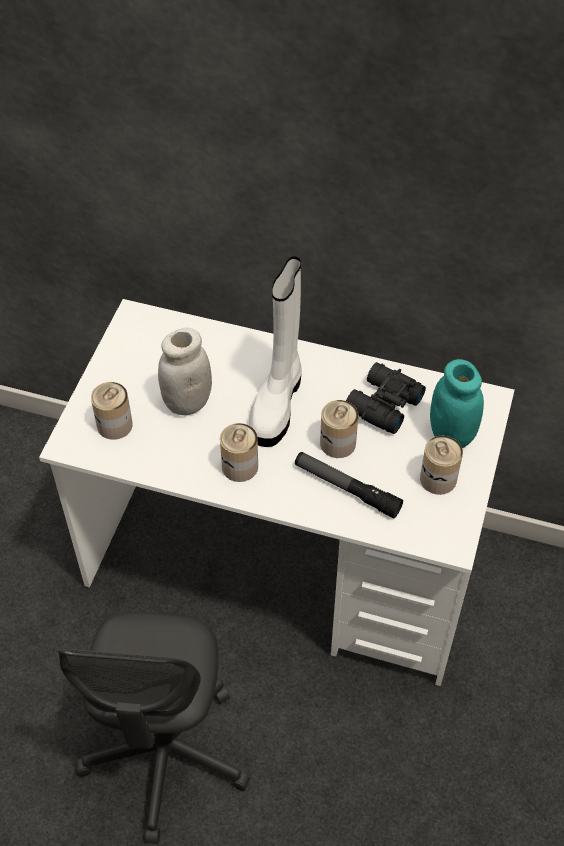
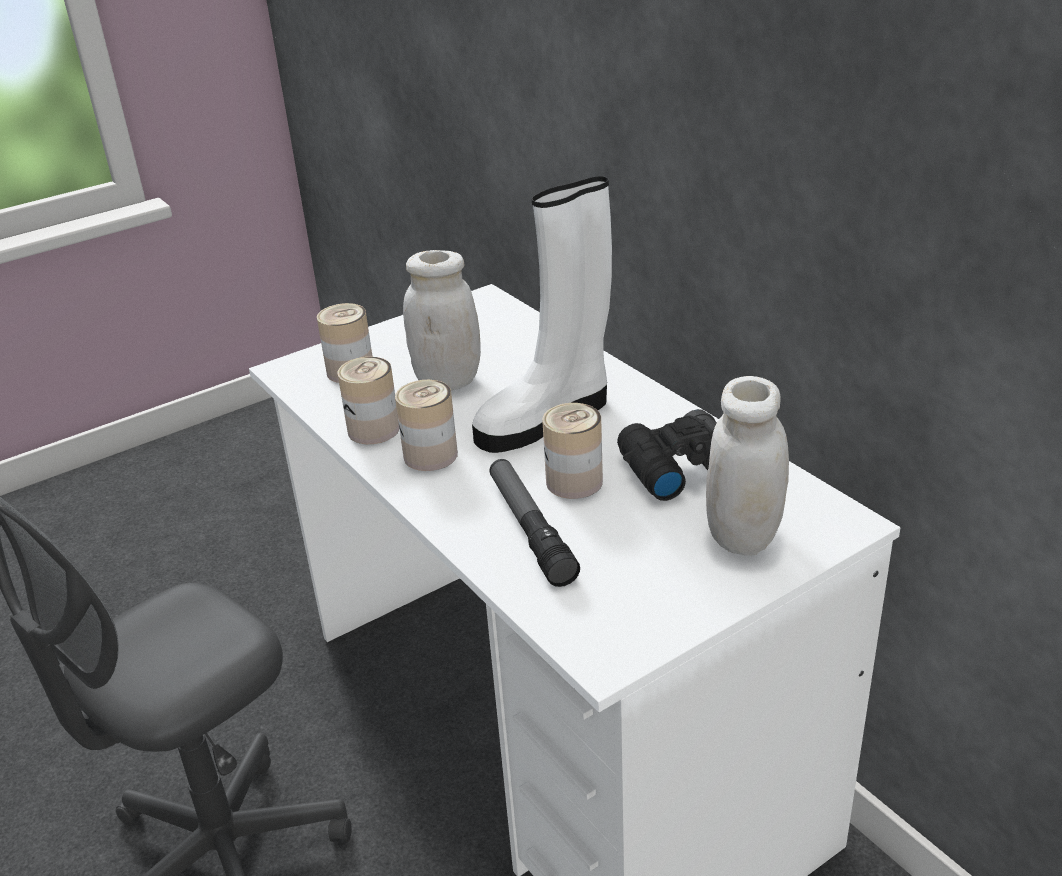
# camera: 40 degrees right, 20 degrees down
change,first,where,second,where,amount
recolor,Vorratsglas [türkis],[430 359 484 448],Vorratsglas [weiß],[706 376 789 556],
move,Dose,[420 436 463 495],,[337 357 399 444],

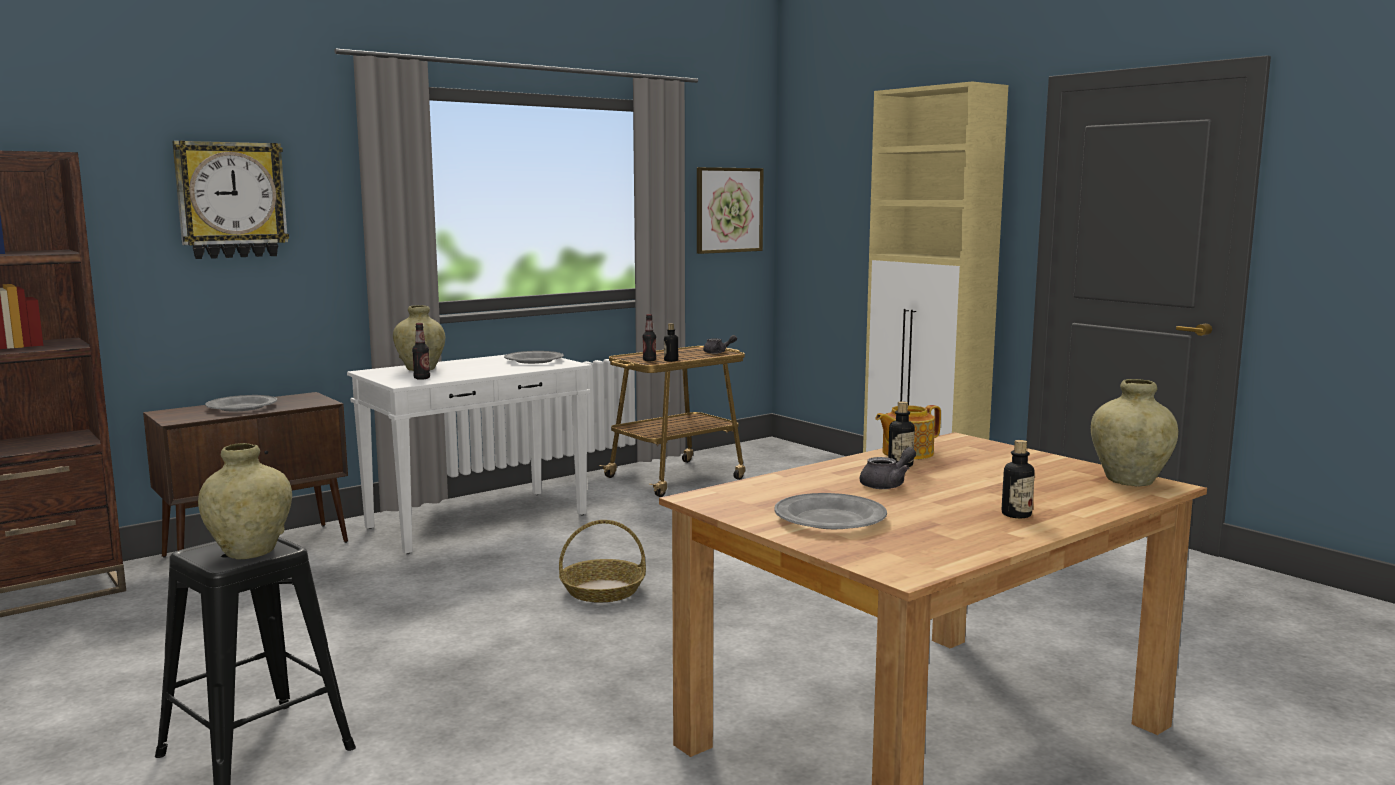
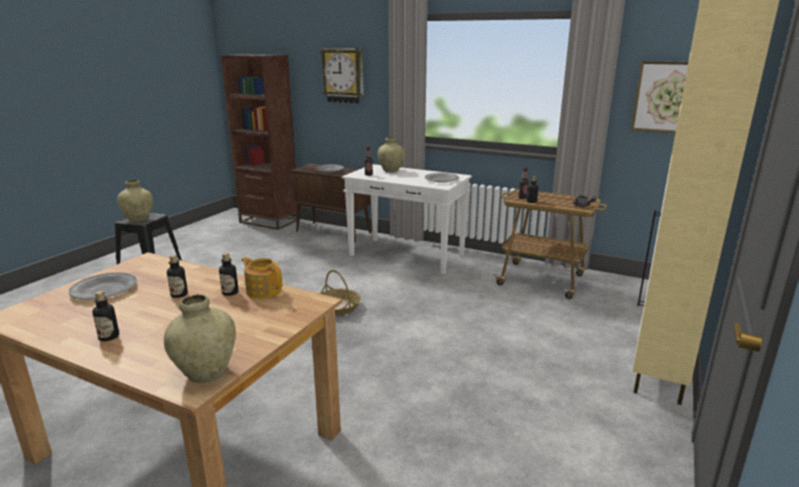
# camera: 65 degrees right, 10 degrees up
change,first,where,second,where,amount
replace,Teekanne [grau],[860 447 916 489],Flasche,[167 254 188 298],

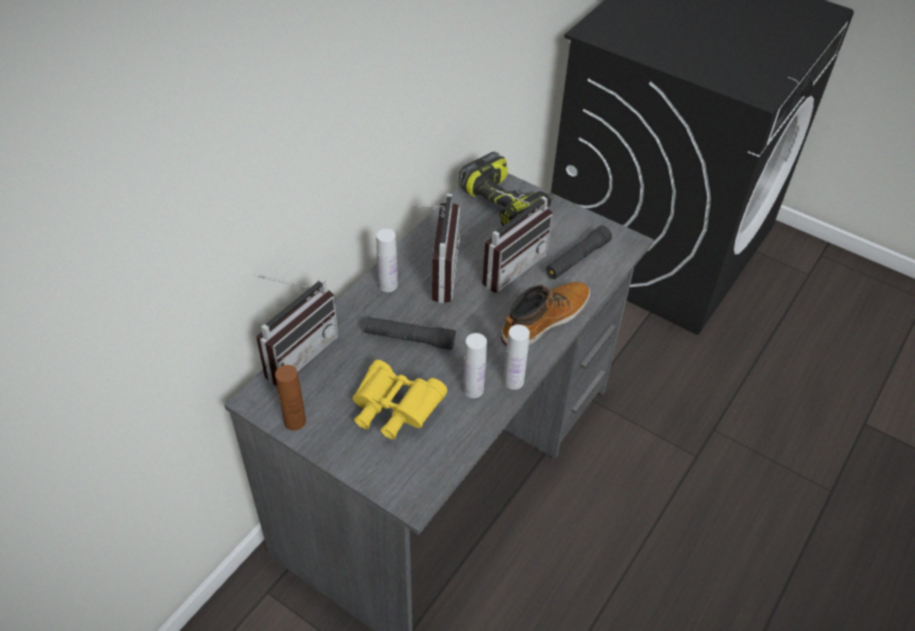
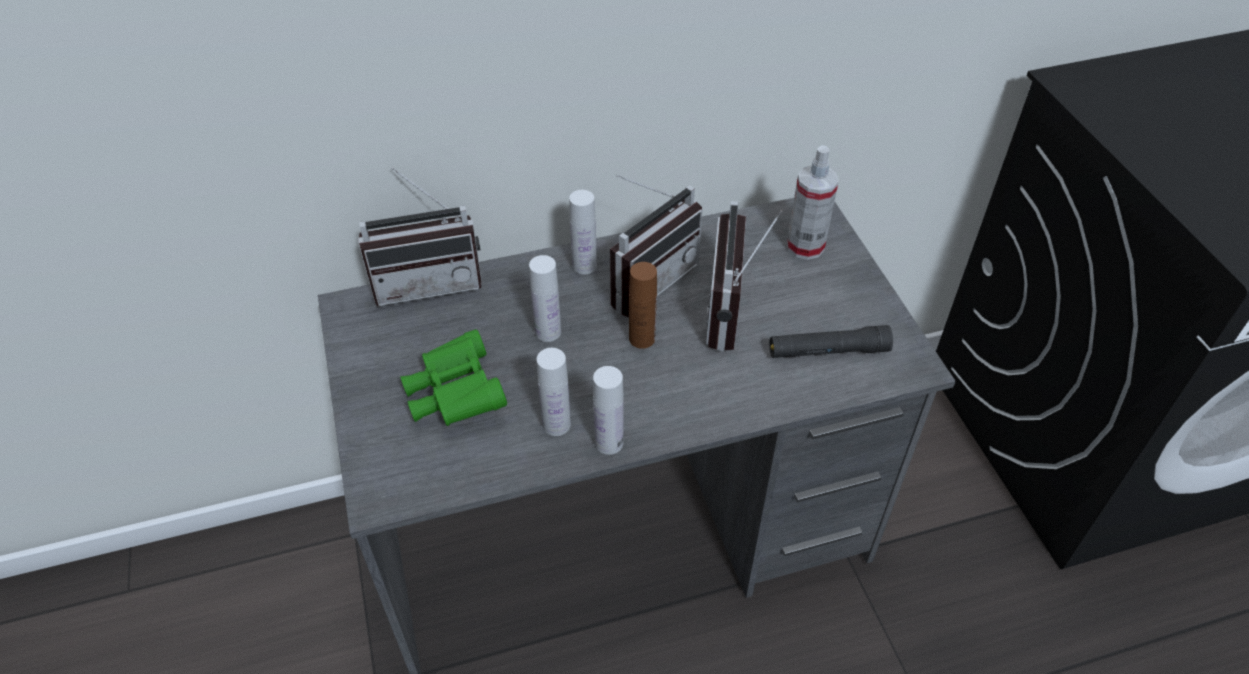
# camera: 40 degrees right, 0 degrees up
change,first,where,second,where,amount
replace,Bohrmaschine,[459 152 553 226],Sprühflasche,[787 145 839 260],
rotate,Radio,[482 188 552 293],,[706 201 783 351],105 degrees clockwise
delete,Stiefel,[501 282 590 346],,,
replace,Taschenlampe [schwarz],[364 317 456 350],Flasche [weiß],[529 255 561 342],
recolor,Fernglas [gelb],[352 360 447 439],Fernglas [grün],[400 329 507 426],
move,Flasche [braun],[275 365 306 431],,[629 262 657 349],

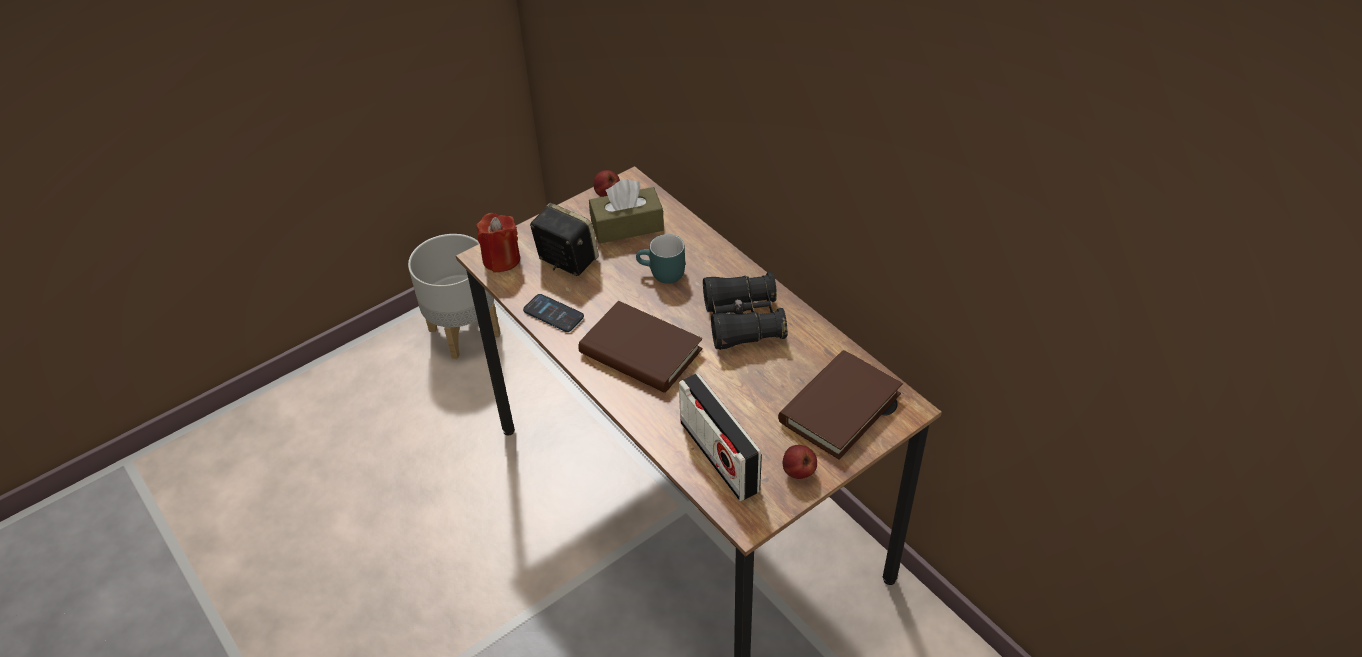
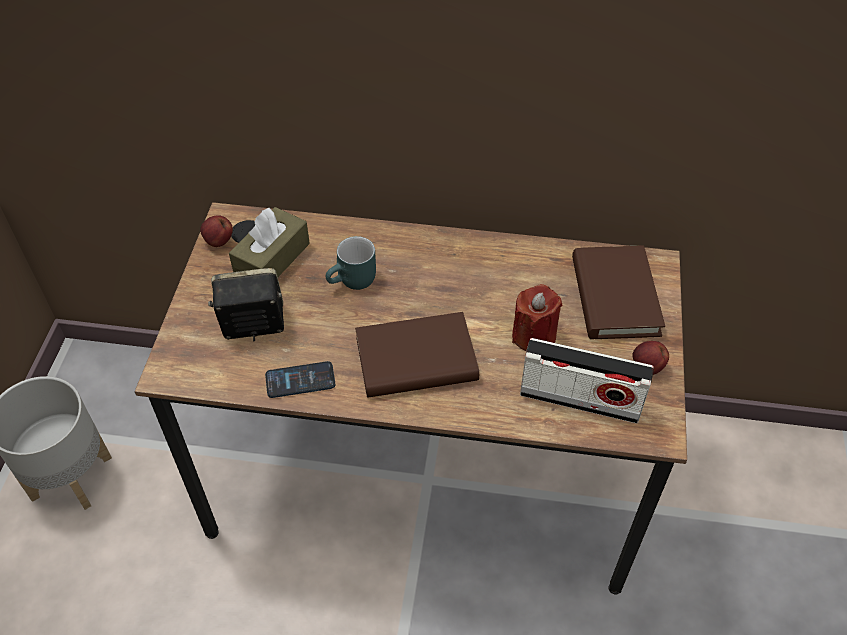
# camera: 45 degrees left, 5 degrees up
change,first,where,second,where,amount
move,Kerze [rot],[477 213 520 273],,[512 284 562 351],
delete,Fernglas [schwarz],[703 272 787 350],,,

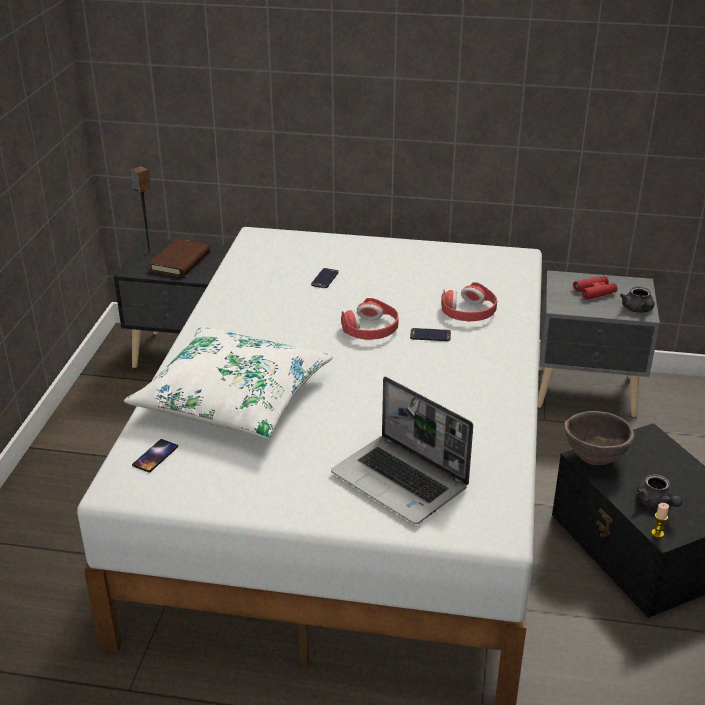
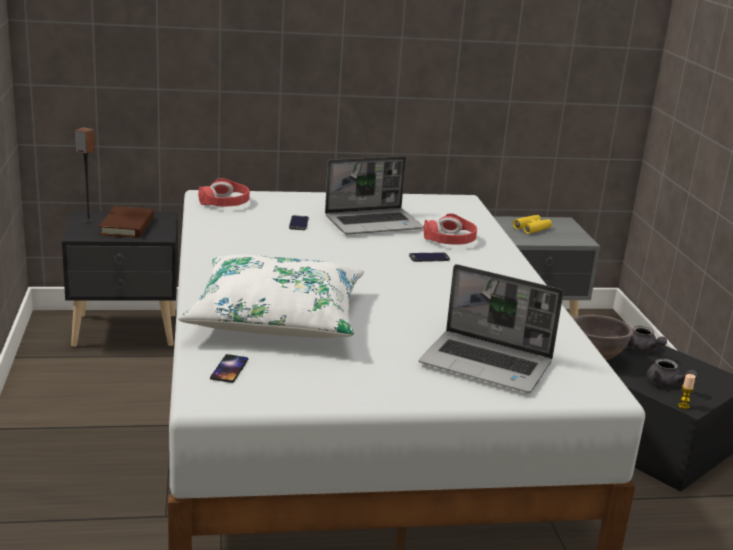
# camera: 20 degrees left, 10 degrees down
change,first,where,second,where,amount
recolor,Fernglas [rot],[573 276 618 300],Fernglas [gelb],[513 215 552 234],
move,Teekanne [grau],[620 287 655 313],,[627 326 667 352],
move,Kopfhörer [rot],[341 298 399 340],,[198 178 250 207],
insert,,,Laptop,[325 156 424 234],

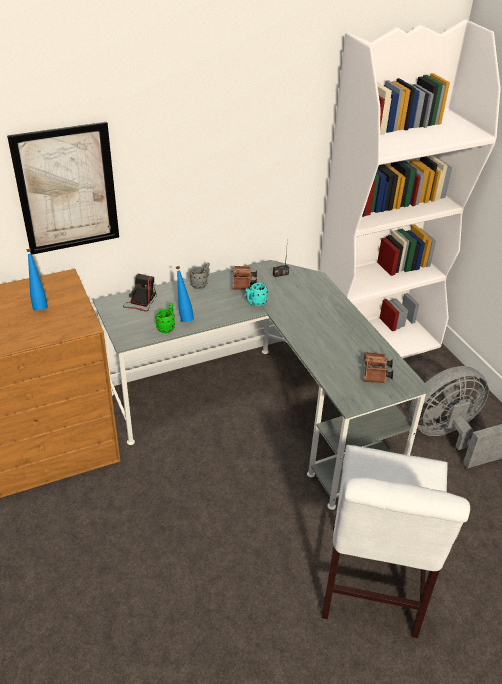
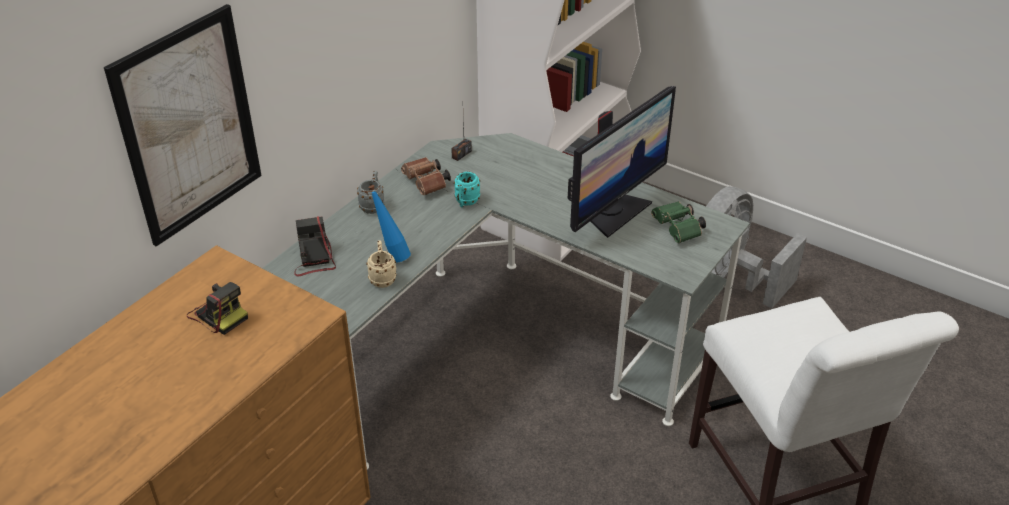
# camera: 30 degrees left, 0 degrees up
change,first,where,second,where,amount
replace,Flasche [blau],[26 249 48 310],Kamera,[187 282 248 335],
recolor,Henkelbecher [grün],[155 303 175 333],Henkelbecher [beige],[366 240 396 288],
recolor,Fernglas [braun],[364 352 393 383],Fernglas [grün],[651 201 706 243],
insert,,,Monitor,[568 86 676 238],

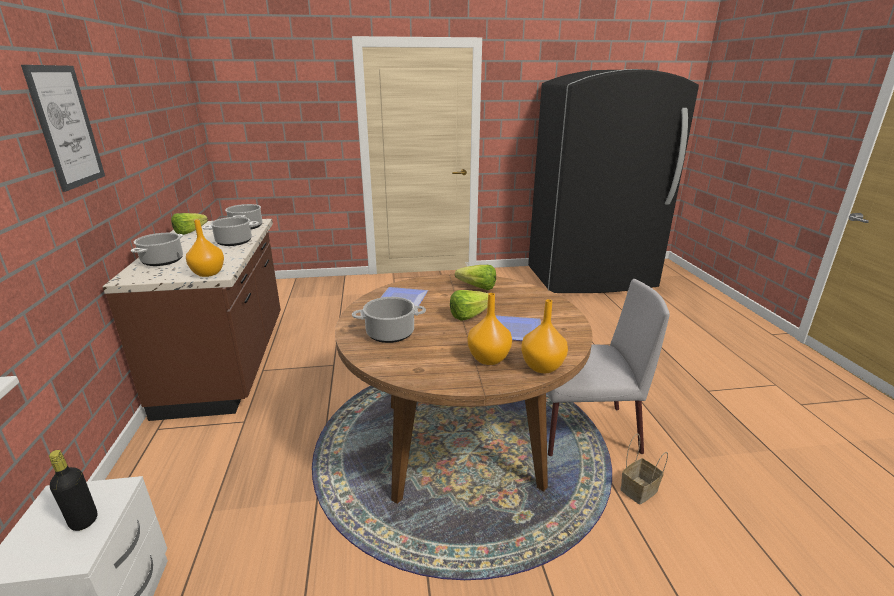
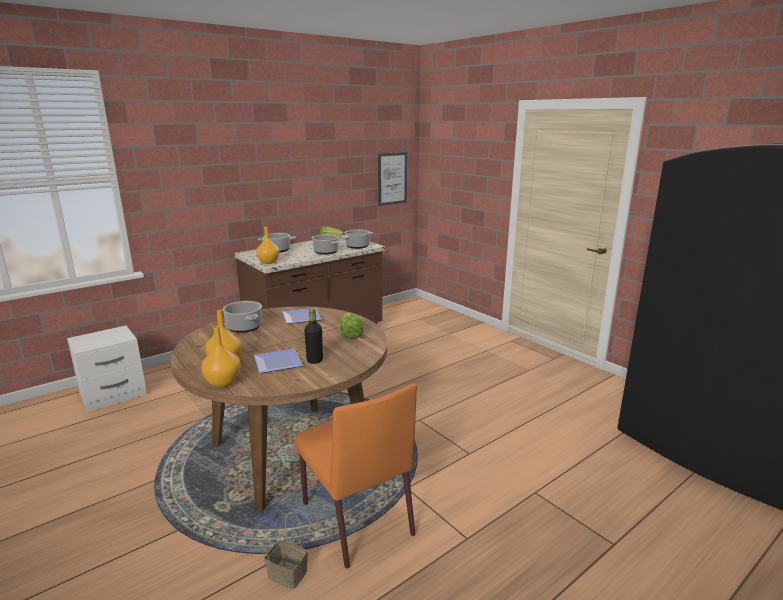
# camera: 60 degrees right, 5 degrees down
change,first,where,second,where,amount
move,Bild,[21 65 105 192],,[378 152 407 206],
recolor,Stuhl [grau],[547 279 670 456],Stuhl [orange],[294 383 417 569],
delete,Salatkopf,[450 290 489 321],,,
move,Flasche [schwarz],[49 450 98 531],,[304 308 323 364],

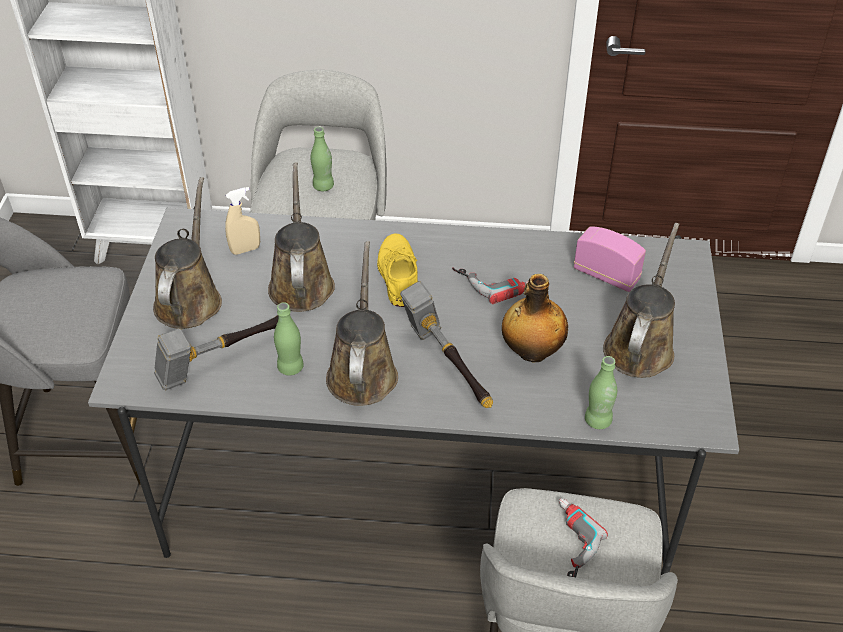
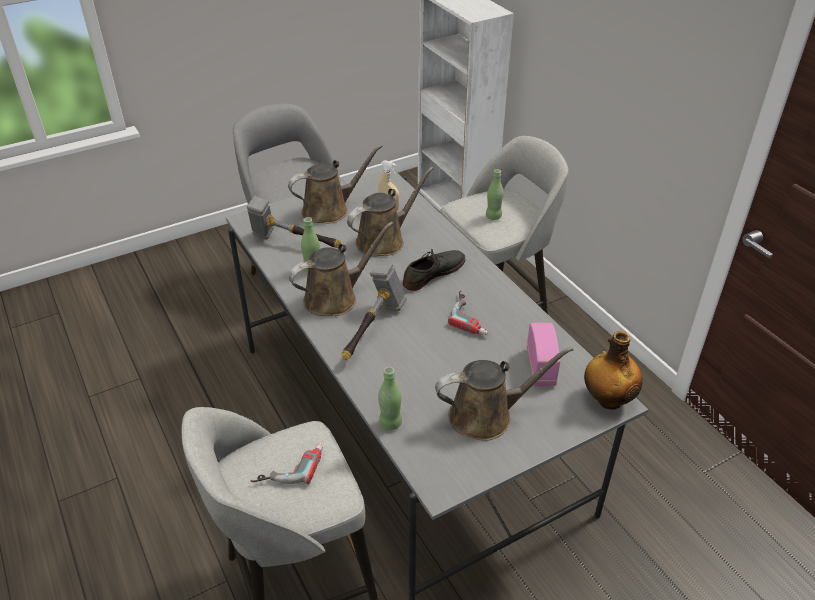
# camera: 55 degrees right, 5 degrees down
change,first,where,second,where,amount
recolor,Schuh [gelb],[377 234 418 307],Schuh [grau],[403 248 465 291],
move,Flasche,[502 274 568 362],,[584 331 643 409],

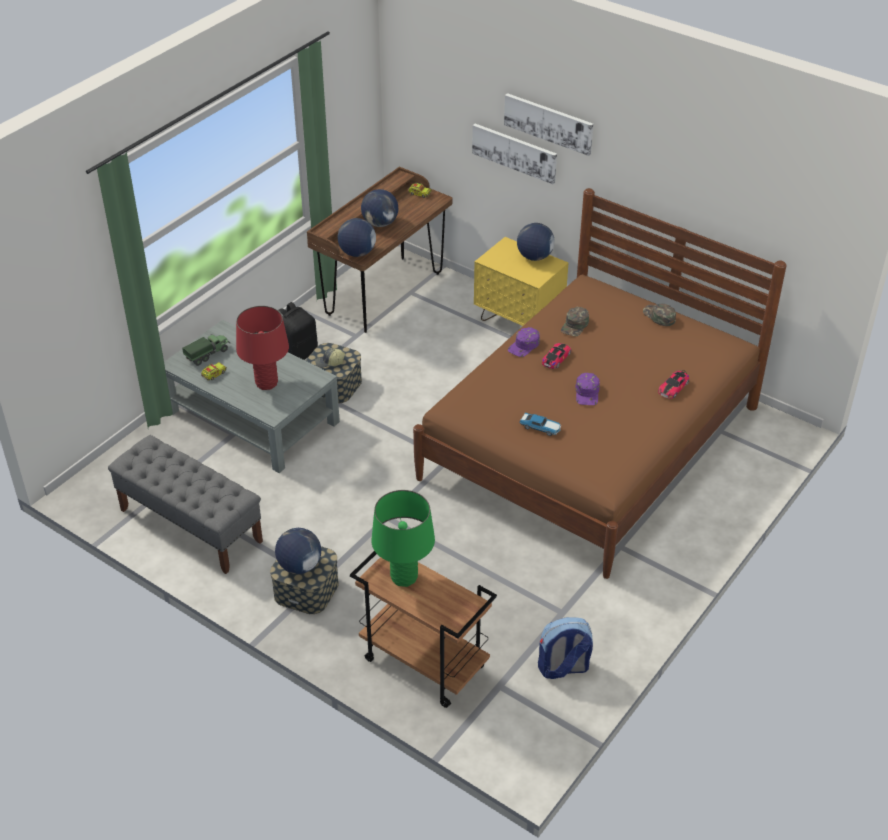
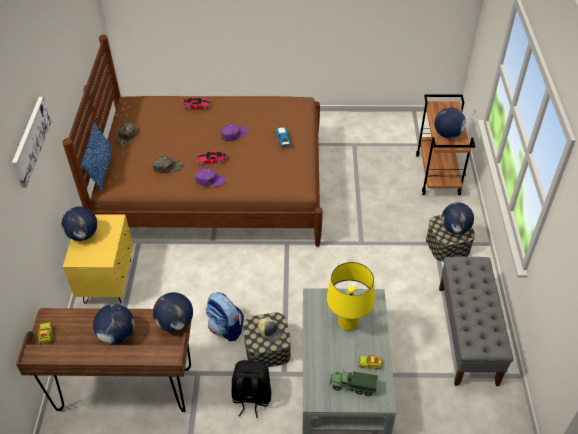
# camera: 125 degrees left, 5 degrees up
change,first,where,second,where,amount
delete,Bild,[472 124 557 184],,,
recolor,Tischlampe [rot],[236 306 289 390],Tischlampe [gelb],[327 262 375 331],
replace,Tischlampe [grün],[371 490 435 587],Globus,[434 108 466 138],
move,Rucksack,[538 617 593 679],,[206 292 244 341],
insert,,,Kissen [blau],[81 121 112 191],

